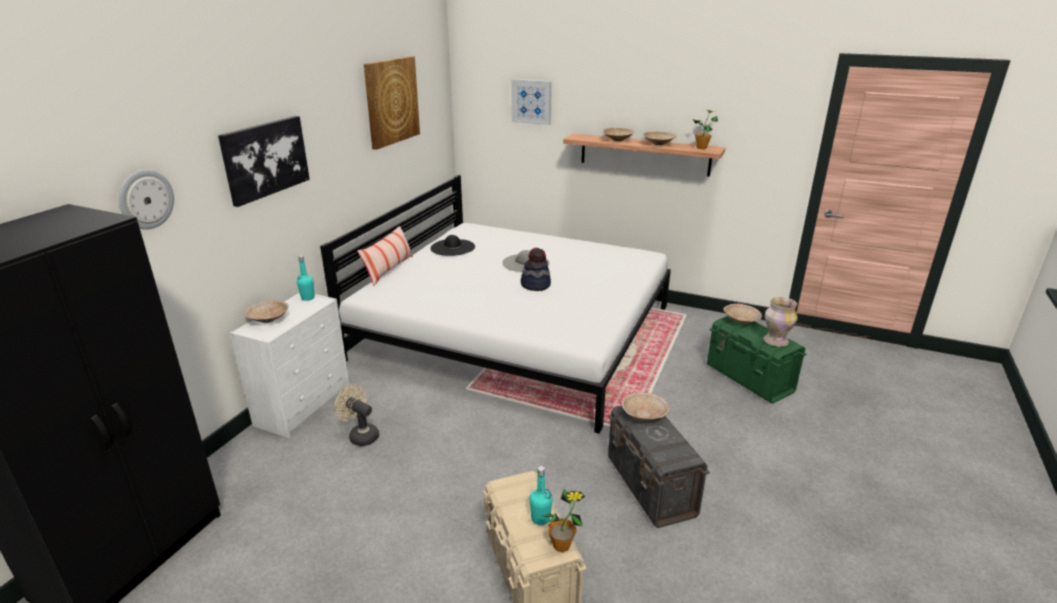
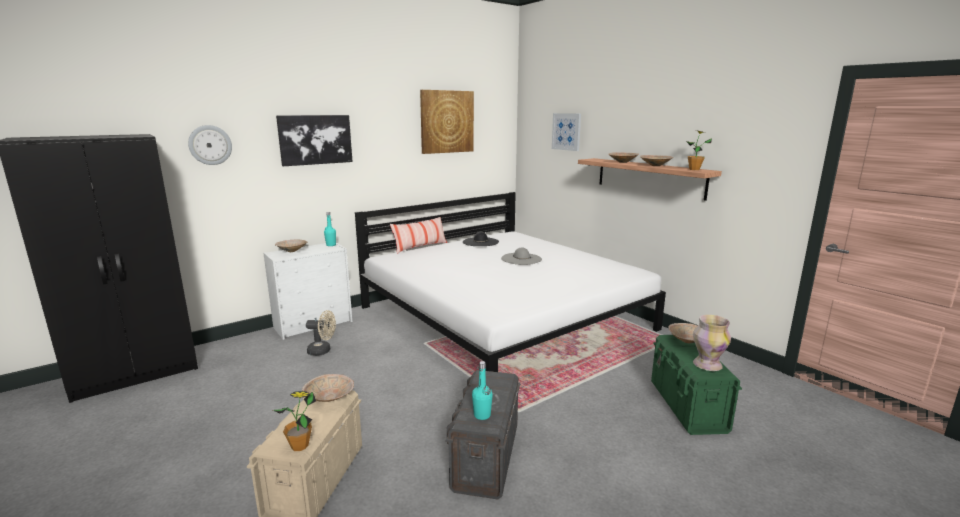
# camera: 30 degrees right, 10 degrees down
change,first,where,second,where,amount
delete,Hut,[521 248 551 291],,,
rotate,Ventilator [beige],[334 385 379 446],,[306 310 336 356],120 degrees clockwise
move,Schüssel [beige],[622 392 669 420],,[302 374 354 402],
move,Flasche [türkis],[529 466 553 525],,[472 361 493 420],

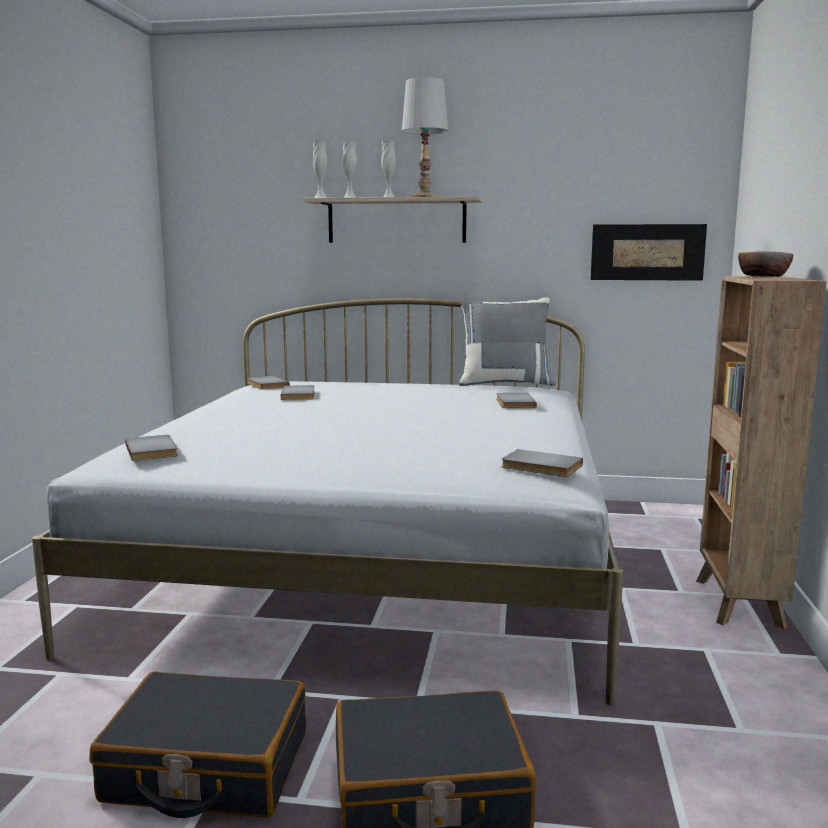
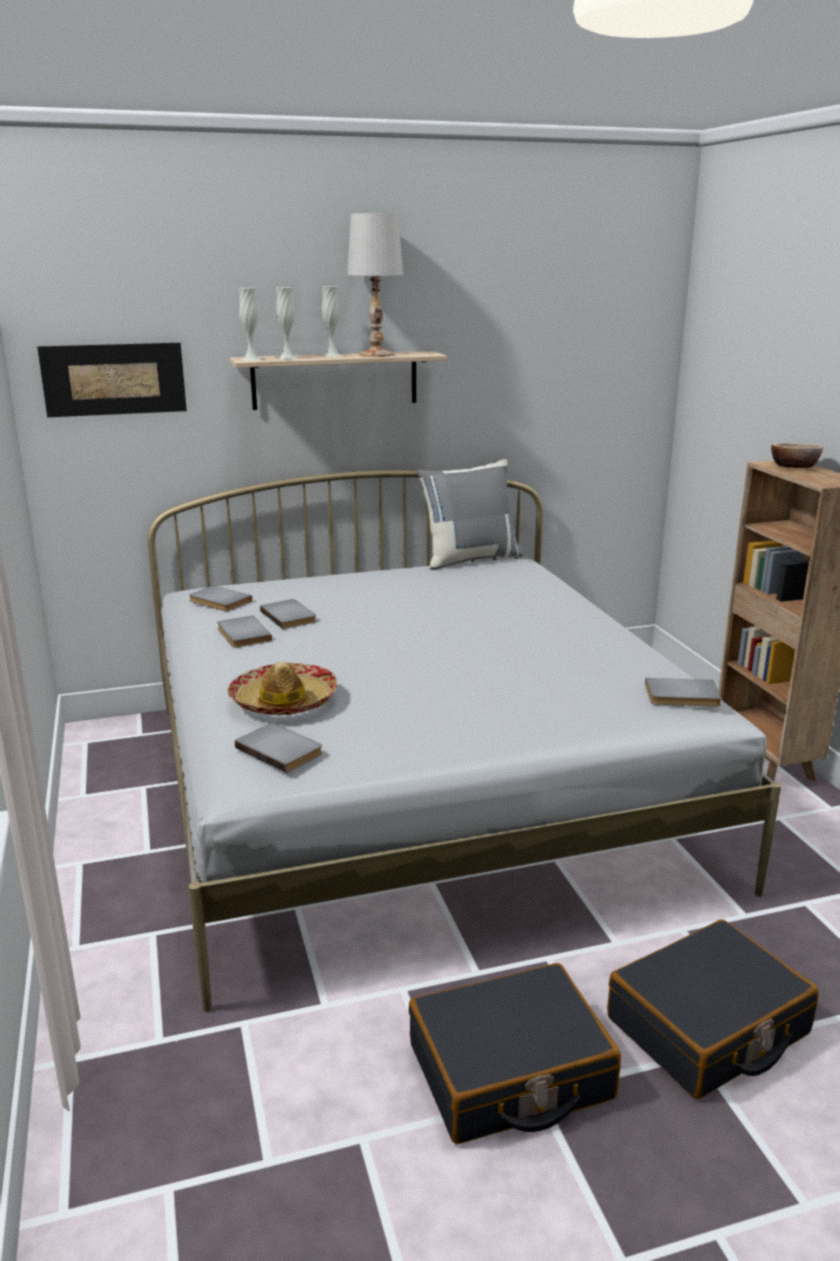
# camera: 25 degrees left, 10 degrees up
change,first,where,second,where,amount
move,Bild,[590 224 707 281],,[37 343 187 417],
move,Buch [grau],[496 393 537 408],,[217 615 272 648],
insert,,,Hut,[228 662 337 715],

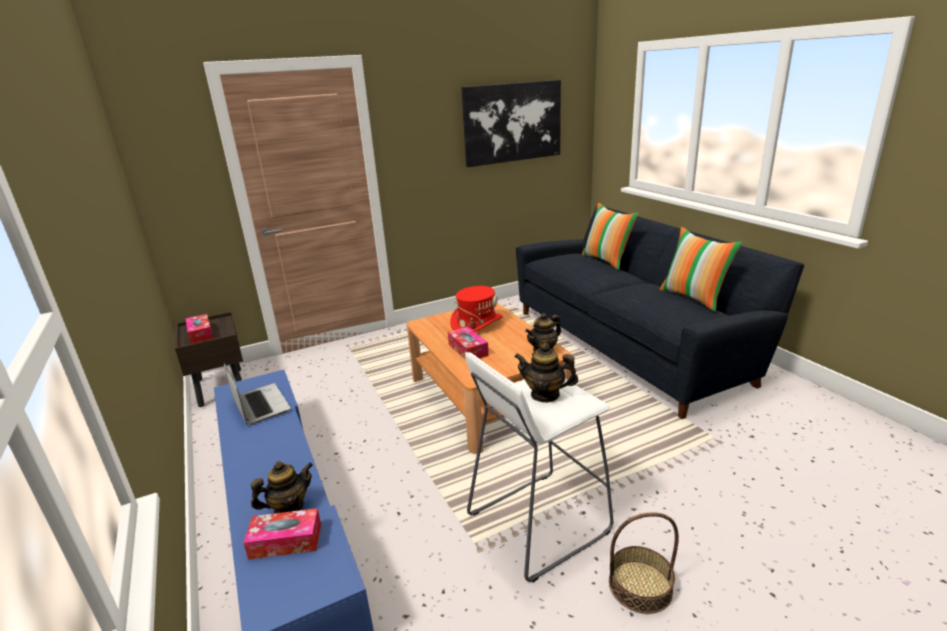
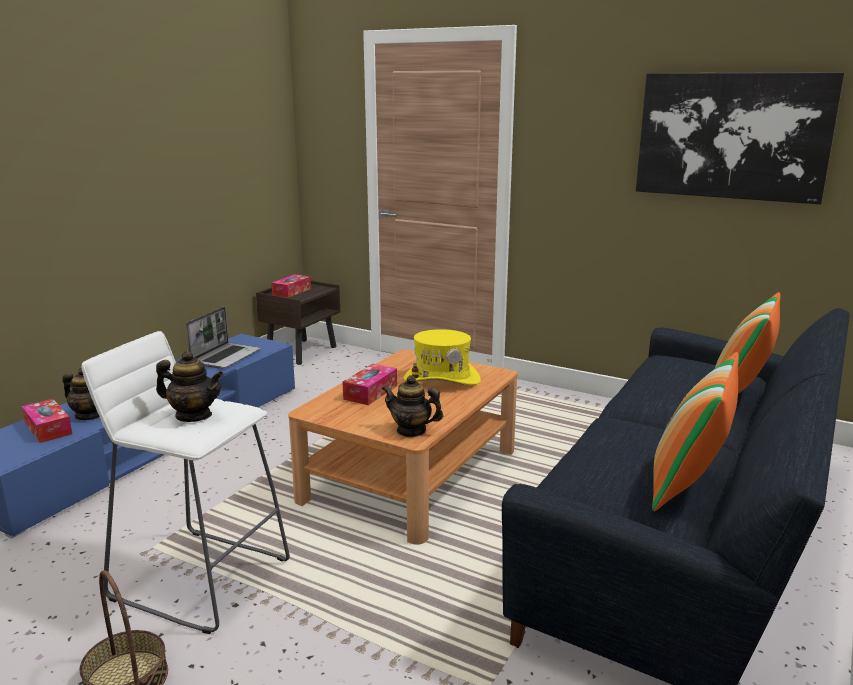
# camera: 55 degrees right, 5 degrees down
change,first,where,second,where,amount
recolor,Hut [rot],[450 286 503 332],Hut [gelb],[404 329 481 385],
rotate,Teekanne,[514 343 578 403],,[156 350 224 422],120 degrees clockwise

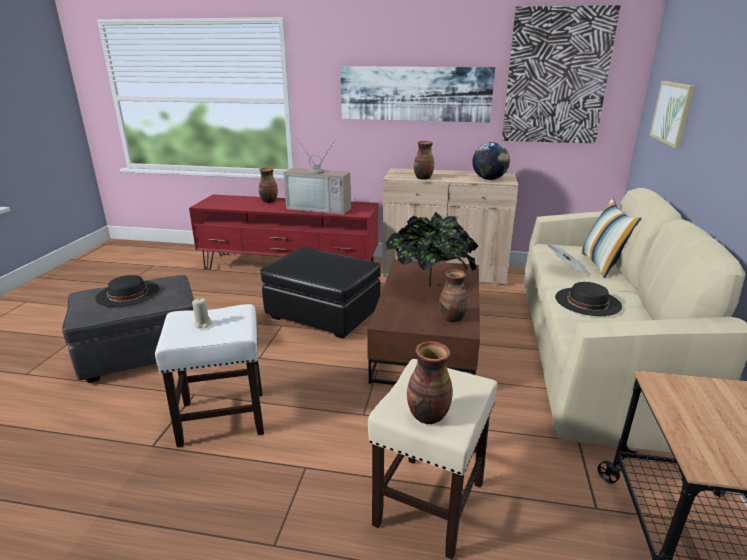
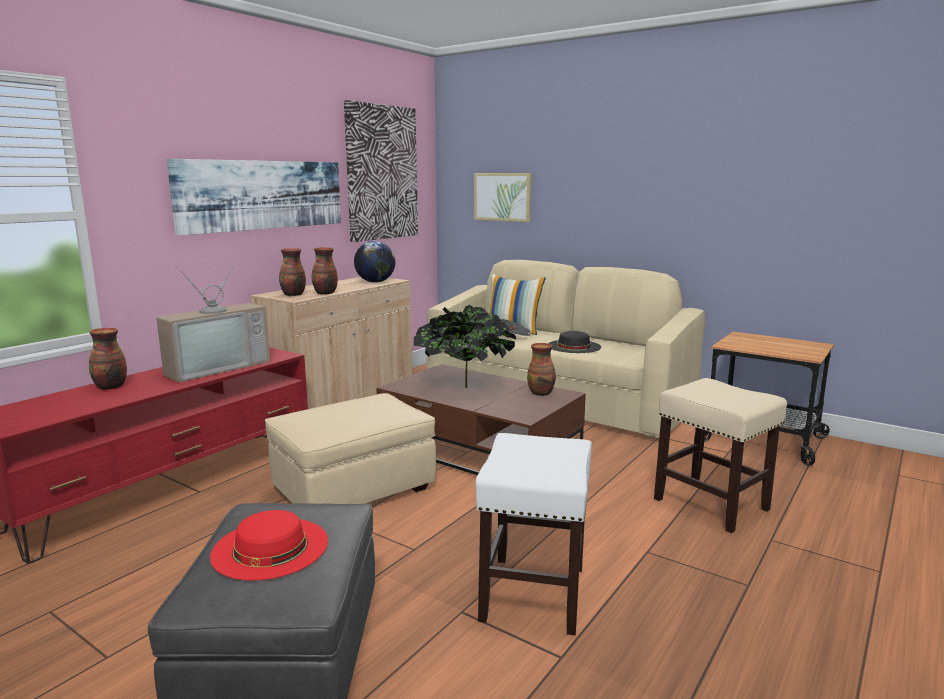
# camera: 65 degrees left, 10 degrees down
change,first,where,second,where,amount
recolor,Polsterhocker [schwarz],[260 247 381 339],Polsterhocker [beige],[265 393 436 504],
recolor,Hut [schwarz],[95 275 159 307],Hut [rot],[210 510 328 581],
delete,Kerze [beige],[192 298 212 328],,,
move,Vase,[407 341 453 424],,[279 248 306 296],

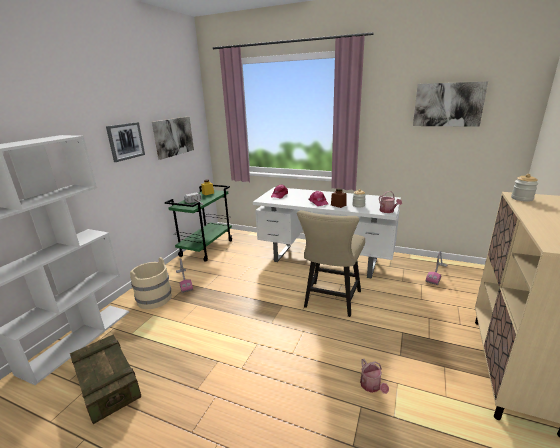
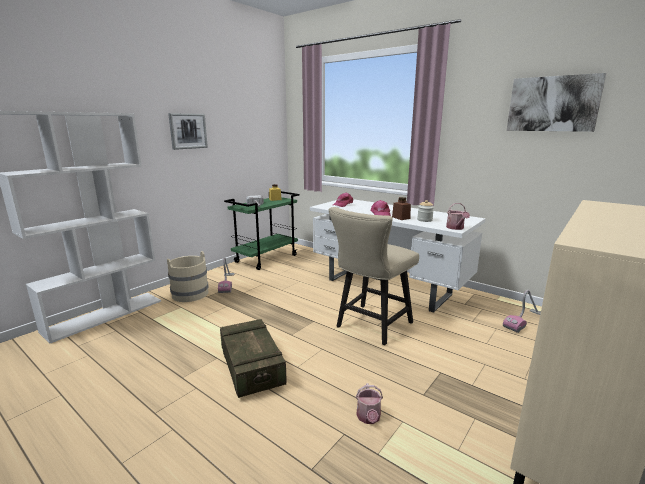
# camera: 15 degrees right, 5 degrees down
change,first,where,second,where,amount
delete,Bild,[152 117 194 160],,,
delete,Vorratsglas,[511 174 538 202],,,
move,Kiste,[70 334 141 424],,[220 319 287 398],

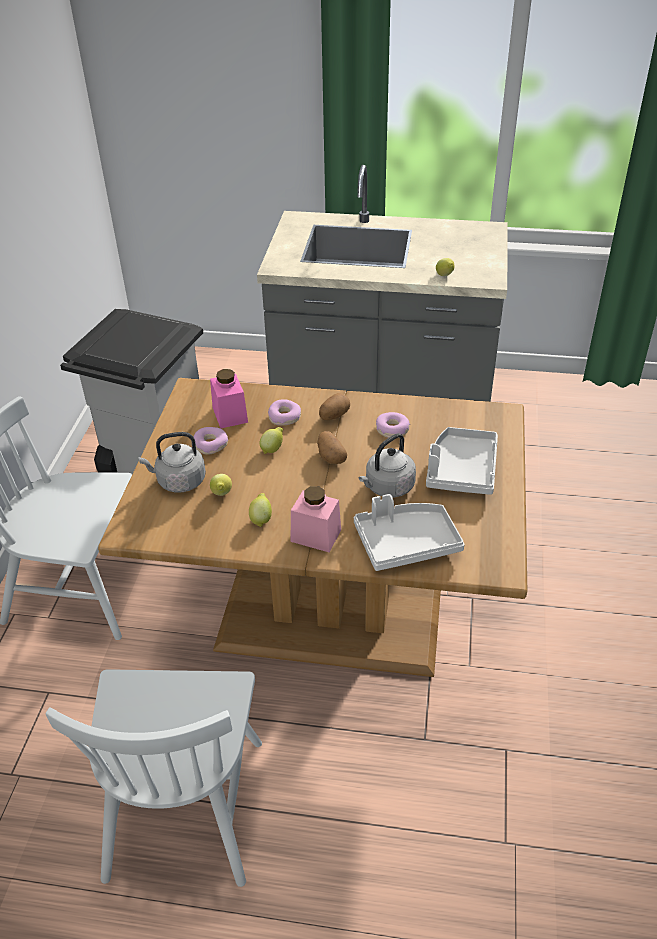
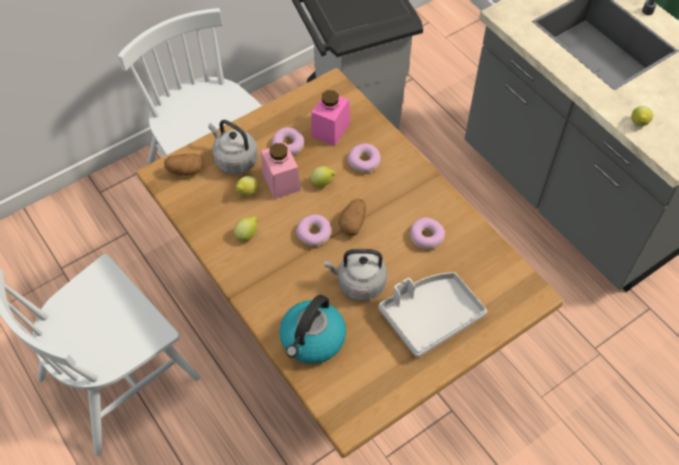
# camera: 45 degrees right, 15 degrees up
change,first,where,second,where,amount
move,Kartoffel,[319 393 350 420],,[164 154 204 176],
move,Vorratsglas [rosa],[291 486 341 552],,[261 143 301 199],
replace,Tablett [grau],[354 494 465 571],Wasserkessel,[279 295 346 364],
insert,,,Donut,[296 214 331 247],

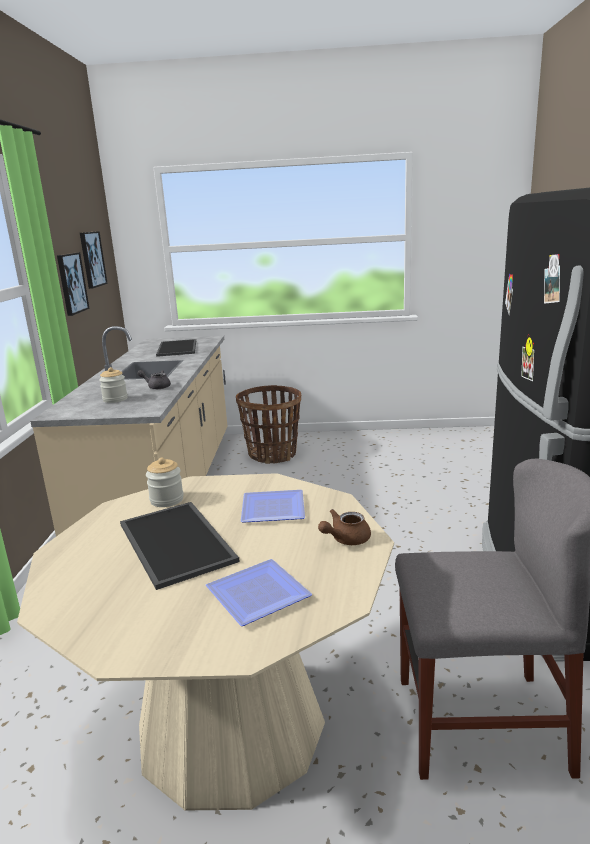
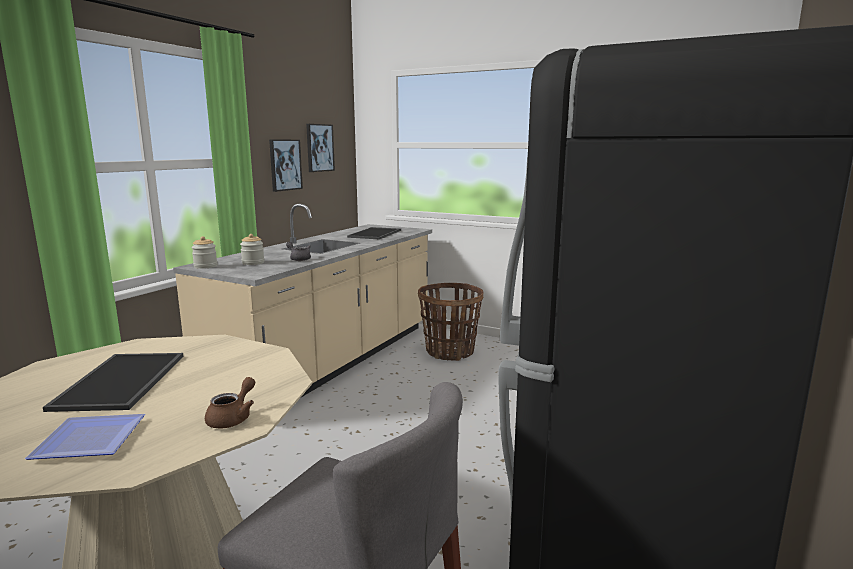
# camera: 25 degrees right, 5 degrees down
change,first,where,second,where,amount
move,Vorratsglas,[146 458 184 507],,[191 236 217 269],
delete,Teller,[241 490 305 523],,,
rotate,Teekanne [braun],[318 509 371 545],,[205 377 255 429],120 degrees clockwise

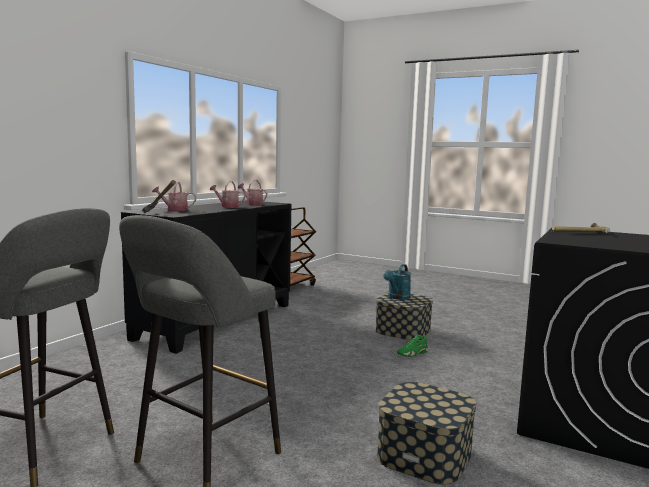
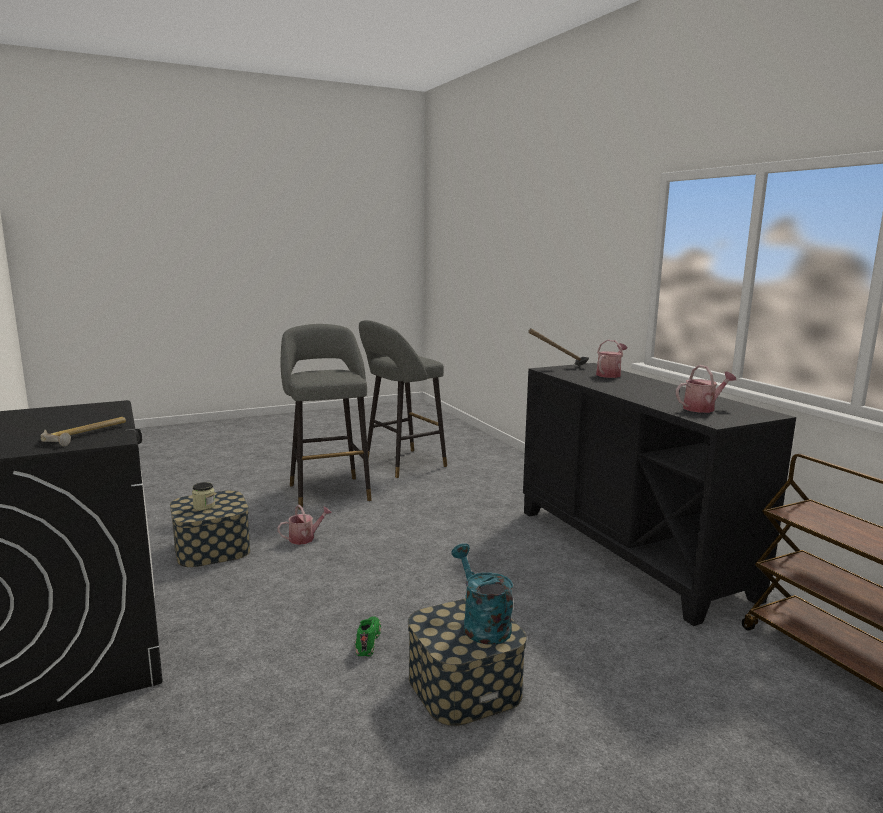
# camera: 125 degrees right, 5 degrees up
change,first,where,second,where,amount
move,Gießkanne,[209 181 245 208],,[277 505 332 545],
insert,,,Vorratsglas,[192 482 215 510],

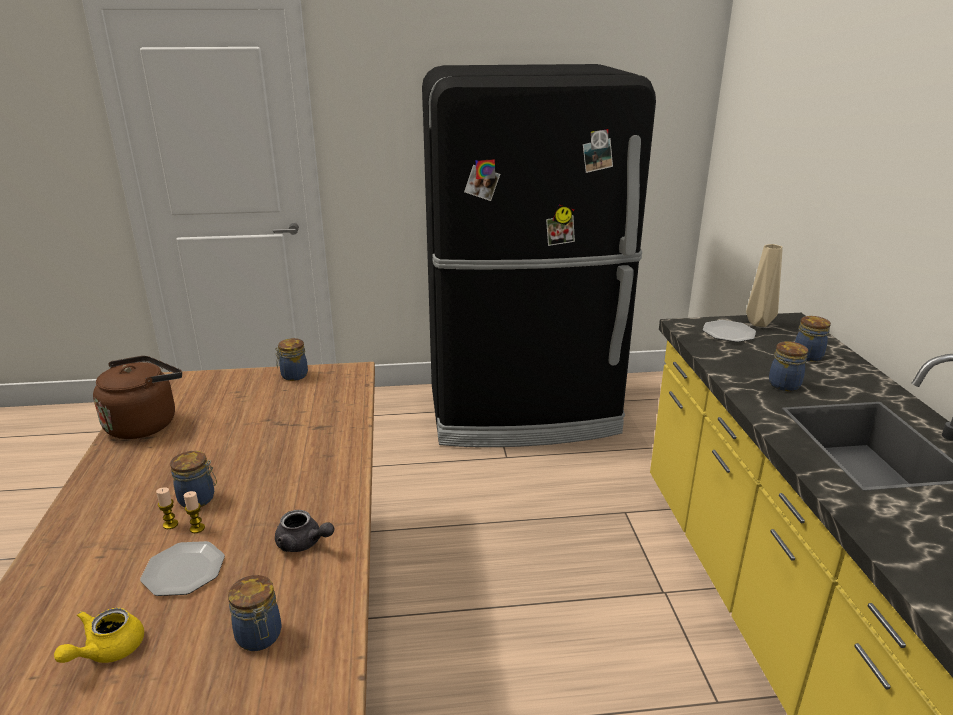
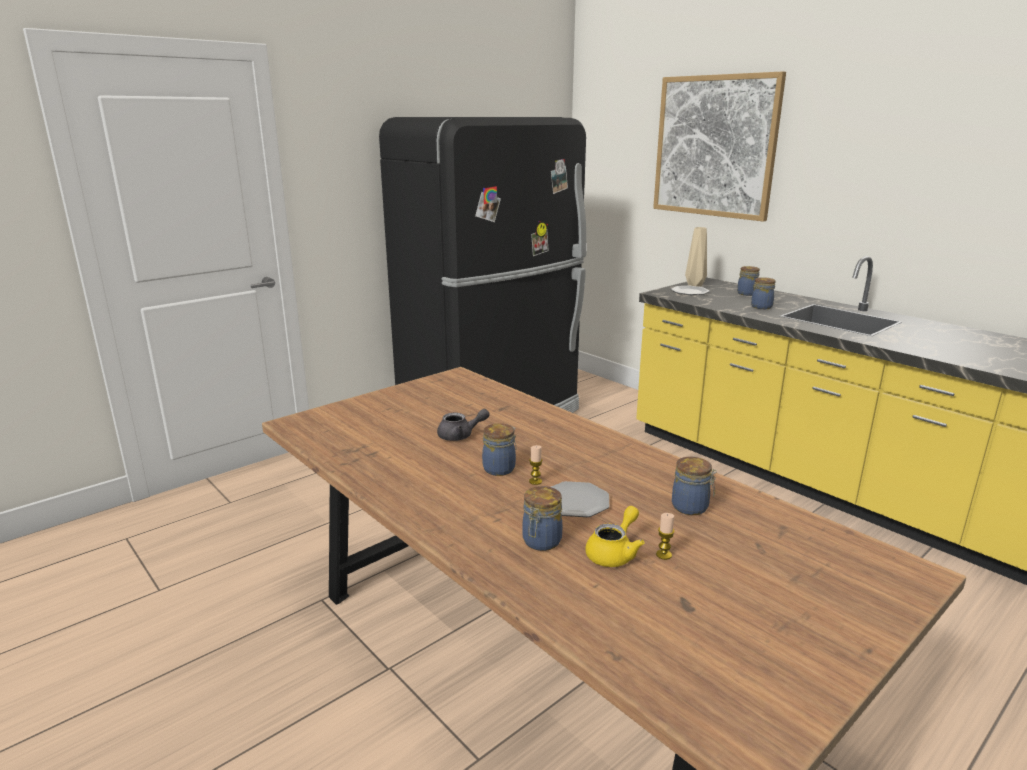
# camera: 35 degrees left, 5 degrees down
change,first,where,second,where,amount
move,Vorratsglas,[275 338 308 381],,[523 486 562 551],
delete,Wasserkessel [braun],[93 356 182 439],,,
move,Kerze,[156 487 178 529],,[656 513 675 560],
move,Teekanne [grau],[275 510 334 552],,[437 409 490 441],
rotate,Teekanne [gelb],[54 608 144 663],,[585 506 645 567],135 degrees counterclockwise
insert,,,Bild,[653 71 786 221],

